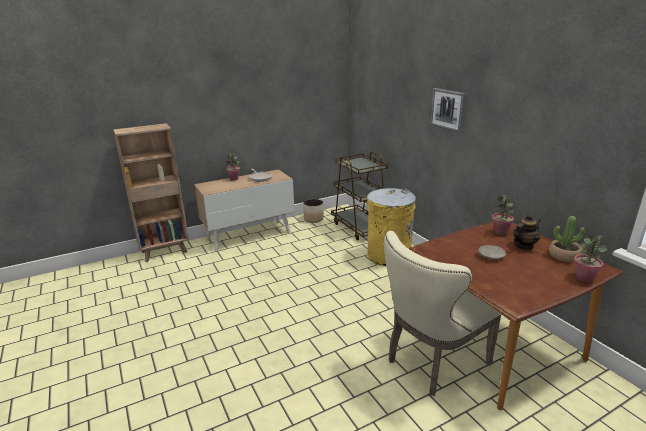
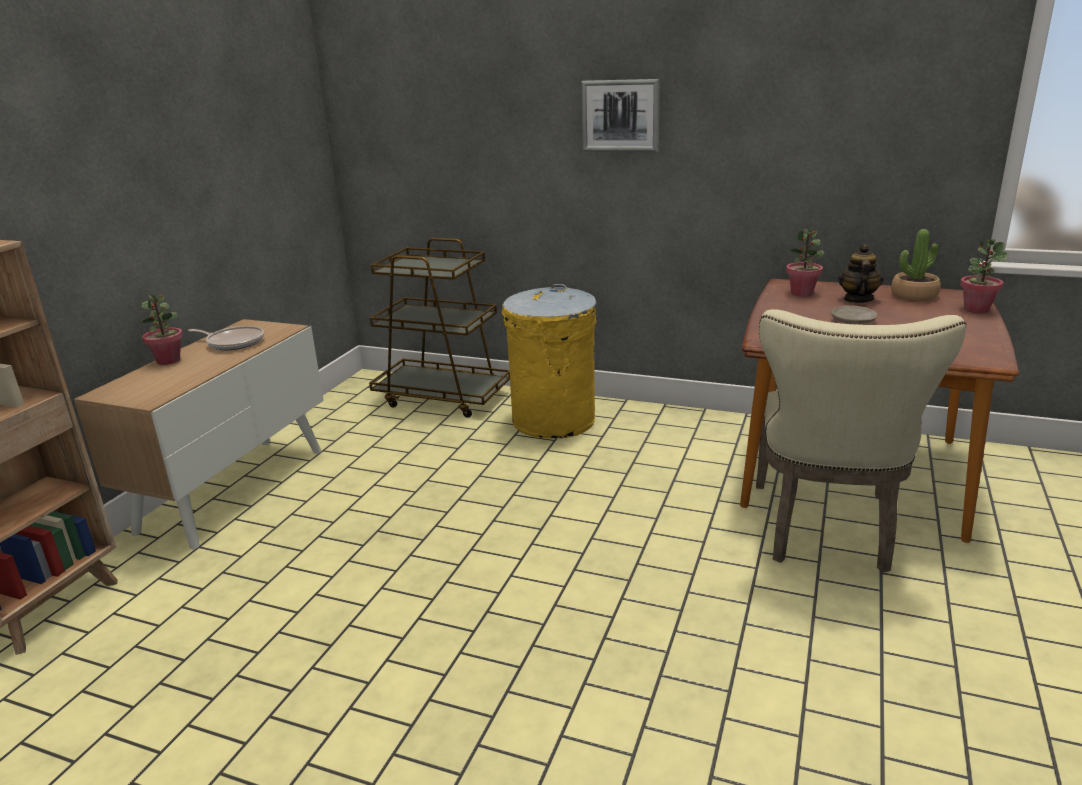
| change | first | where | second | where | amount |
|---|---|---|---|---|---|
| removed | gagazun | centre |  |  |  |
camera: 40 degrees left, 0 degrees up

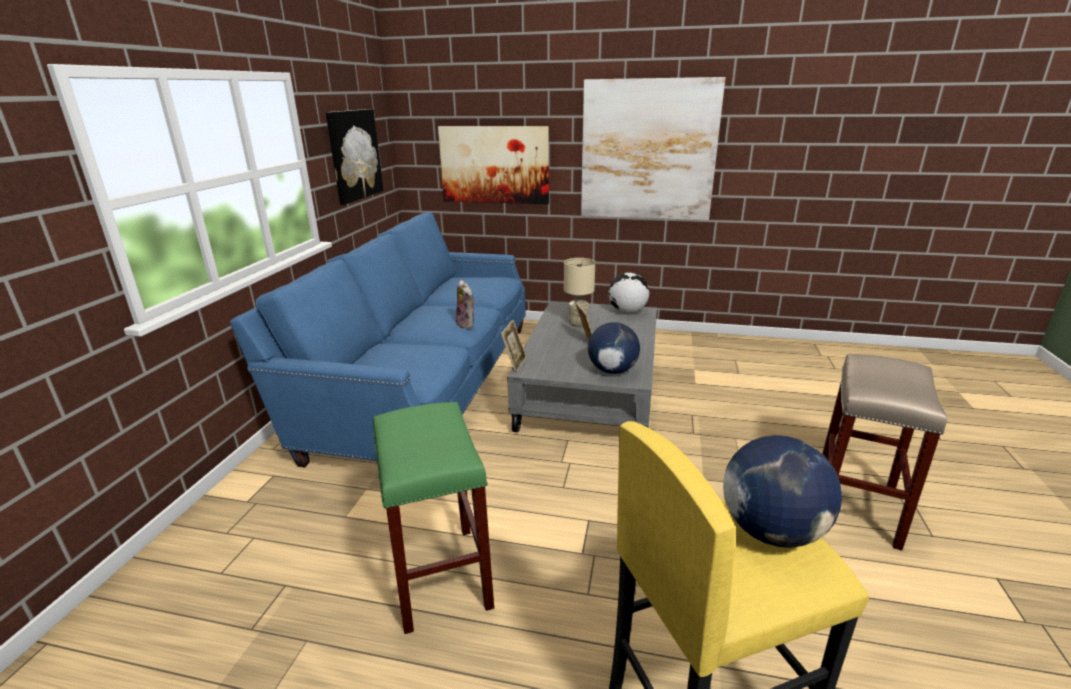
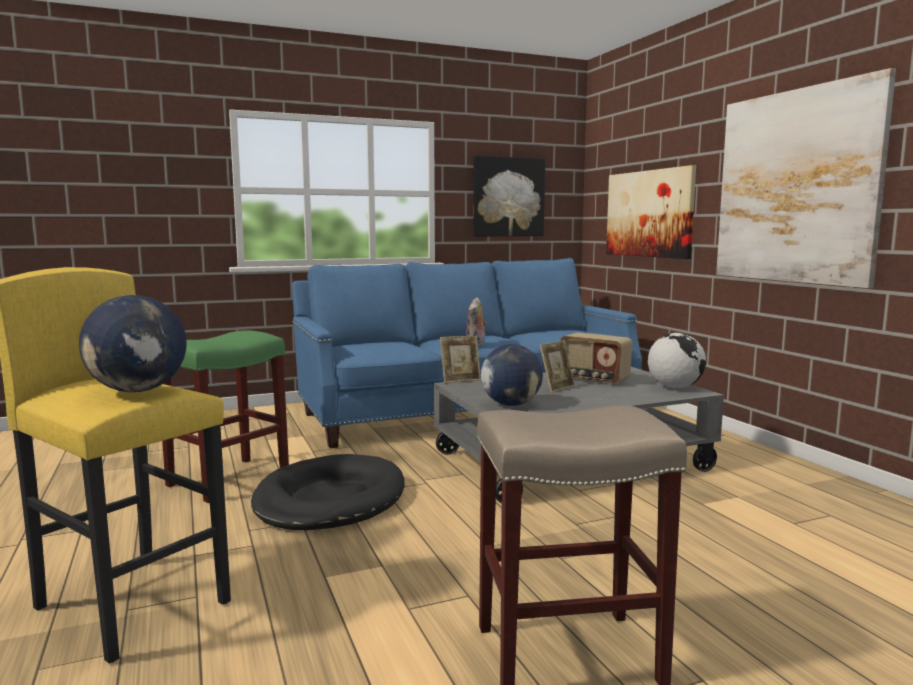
| change | first | where | second | where | amount |
|---|---|---|---|---|---|
| added |  |  | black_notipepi | bottom centre |  |
| replaced | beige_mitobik | centre | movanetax | centre |  |
camera: 55 degrees right, 15 degrees down

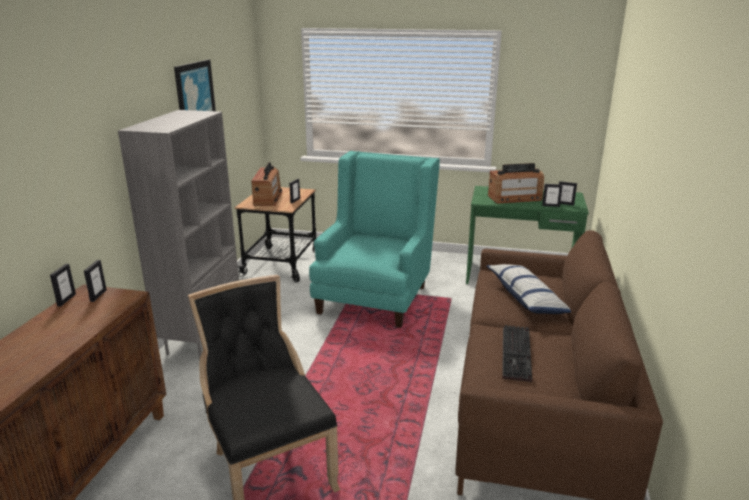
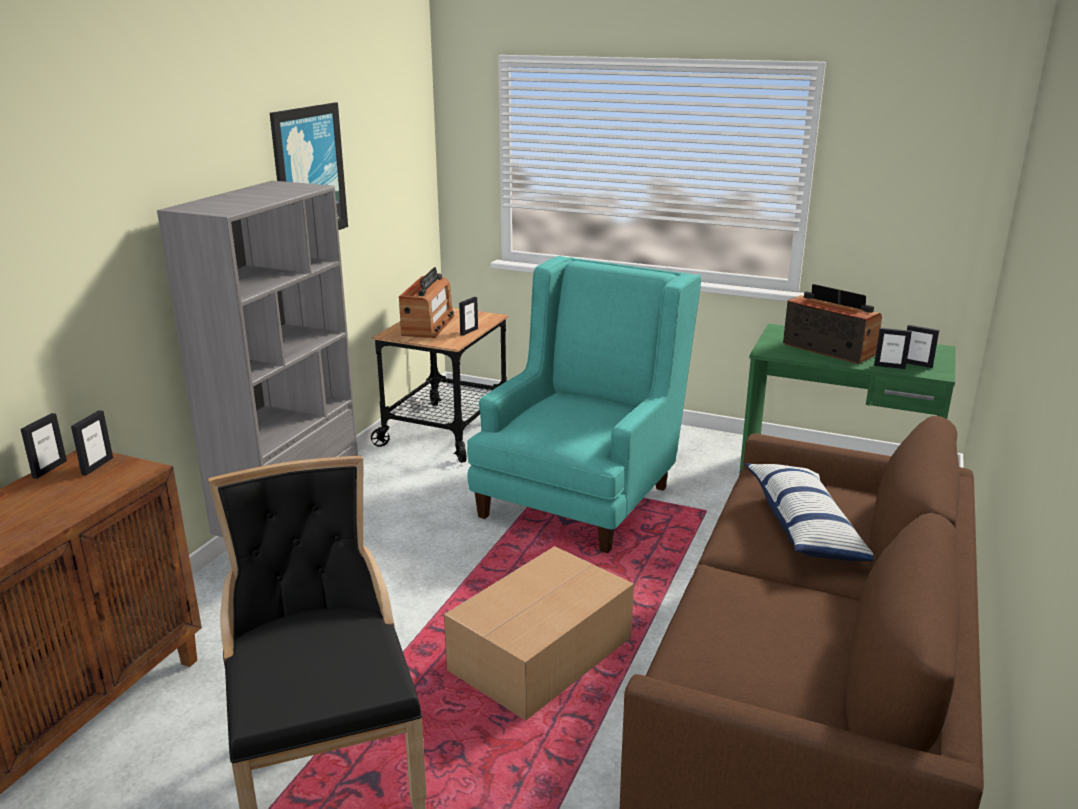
| change | first | where | second | where | amount |
|---|---|---|---|---|---|
| removed | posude | bottom right |  |  |  |
| added |  |  | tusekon | bottom centre |  |
| turned | movanetax (2nd from left) | middle right |  | middle right | 135 degrees counterclockwise |
camera: 10 degrees right, 0 degrees up

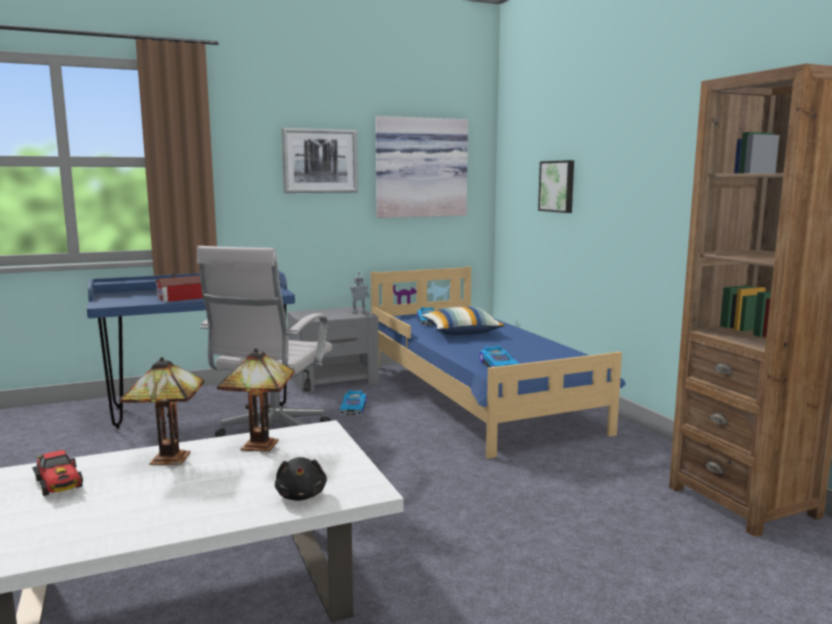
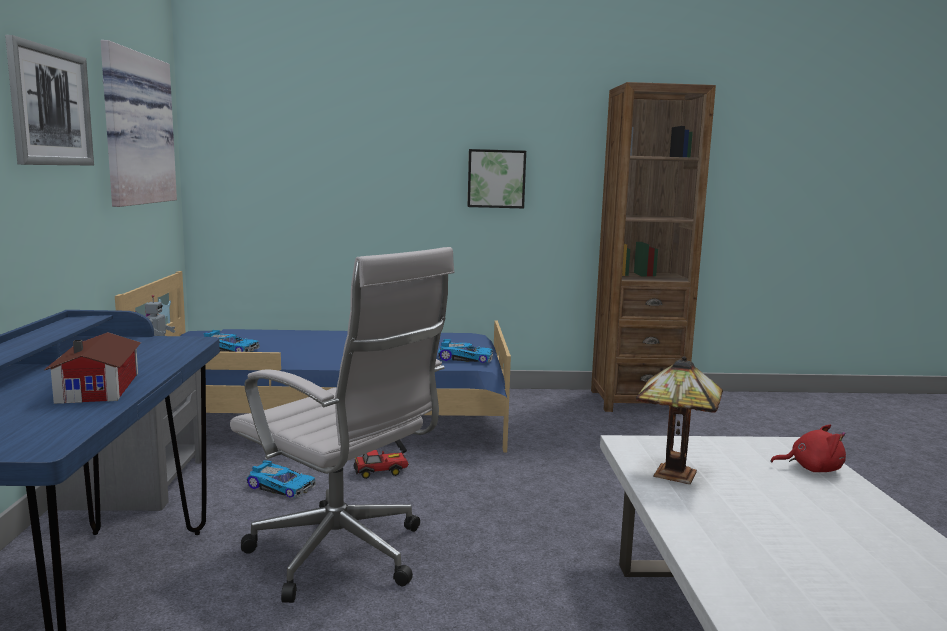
| change | first | where | second | where | amount |
|---|---|---|---|---|---|
| removed | mitobik (1st from left) | middle left |  |  |  |
| removed | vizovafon | centre |  |  |  |
| moved | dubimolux (1st from left in the first image) | bottom left | dubimolux (3rd from left) | bottom centre |  |
| moved | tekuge (3rd from left) | top right |  | top centre |  |
| recoloured | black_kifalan | bottom centre | red_kifalan | bottom right |  |
camera: 70 degrees left, 0 degrees up

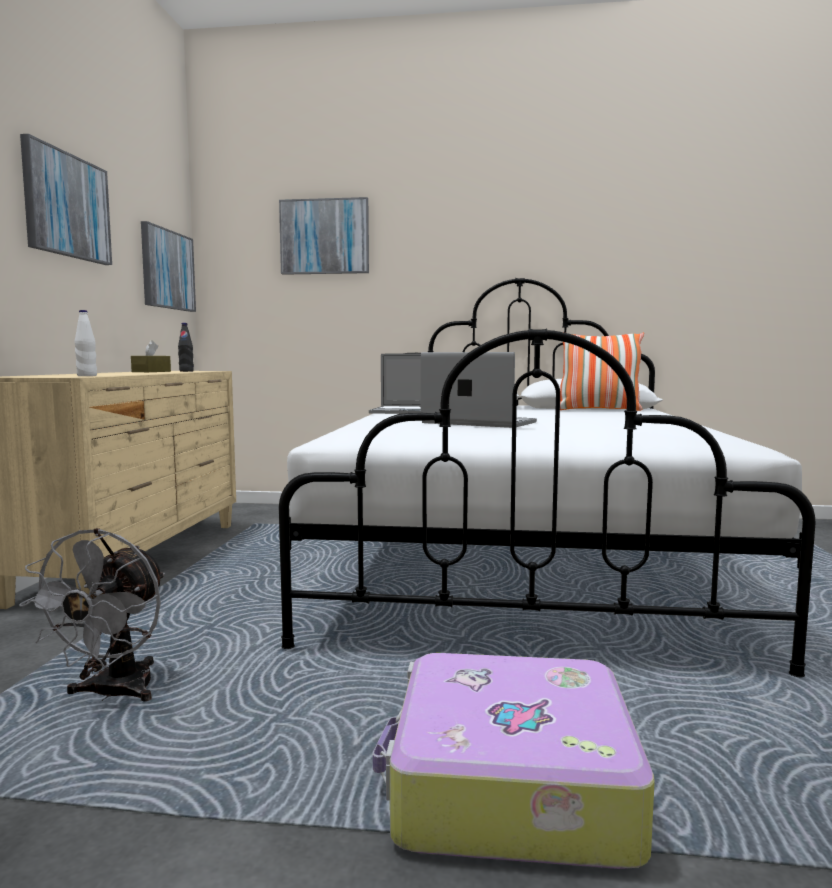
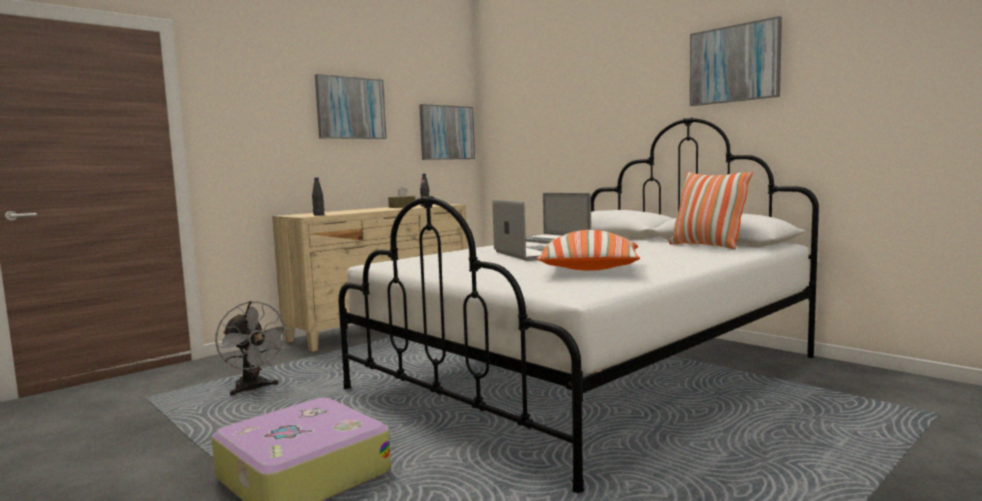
| change | first | where | second | where | amount |
|---|---|---|---|---|---|
| added |  |  | vizovafon (1st from left) | centre |  |
| moved | tekuge (3rd from left) | top centre |  | top right |  |
| recoloured | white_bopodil | middle left | black_bopodil (1st from left) | middle left |  |
| turned | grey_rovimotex | bottom left |  | bottom left | 90 degrees counterclockwise |
camera: 40 degrees right, 0 degrees up

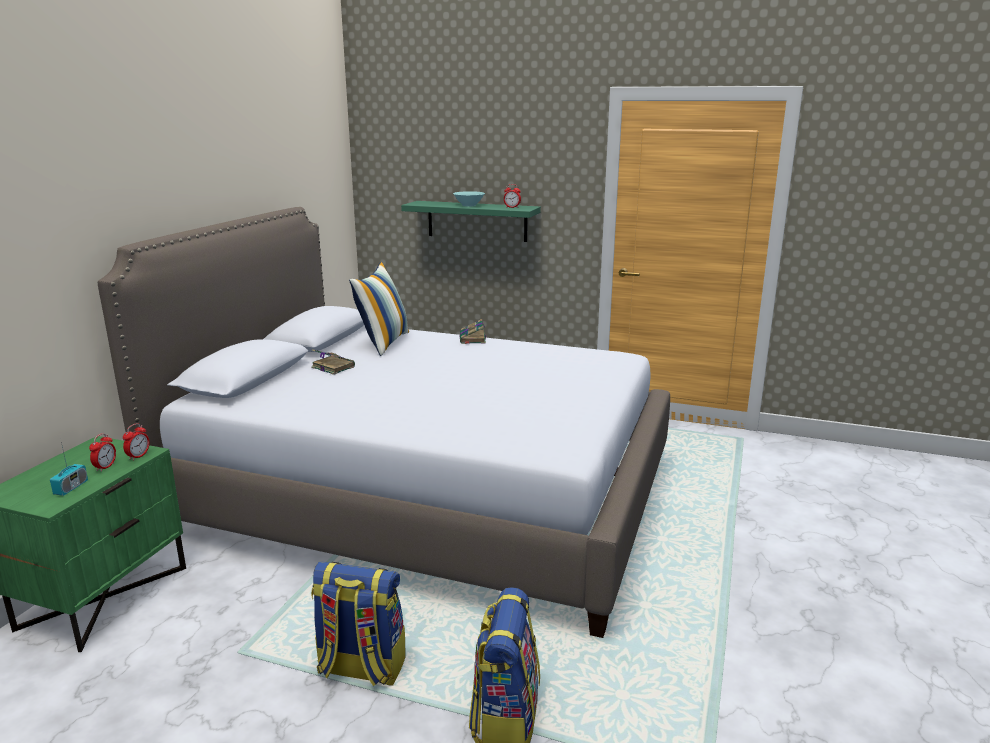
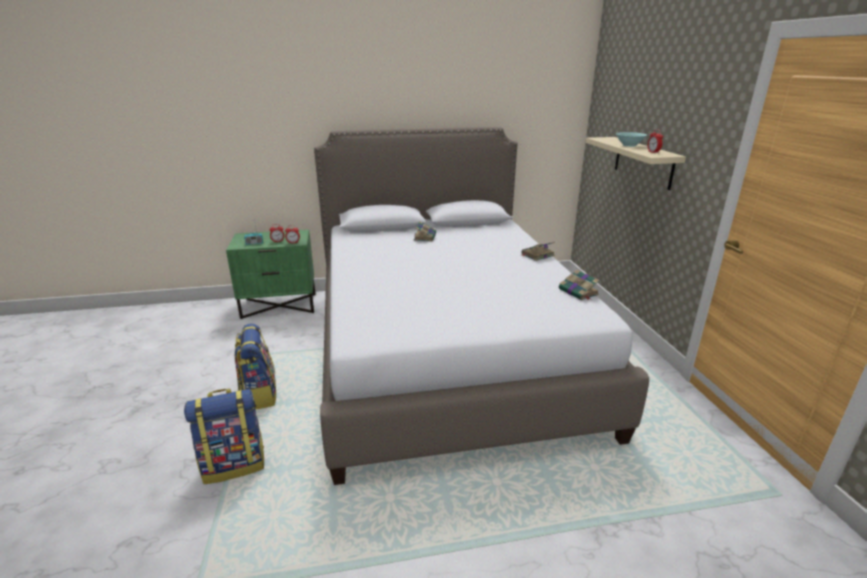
| change | first | where | second | where | amount |
|---|---|---|---|---|---|
| removed | vizovafon | centre |  |  |  |
| added |  |  | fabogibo (3rd from left) | middle right |  |
| recoloured | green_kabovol | top centre | beige_kabovol | top right |  |
camera: 60 degrees right, 5 degrees up

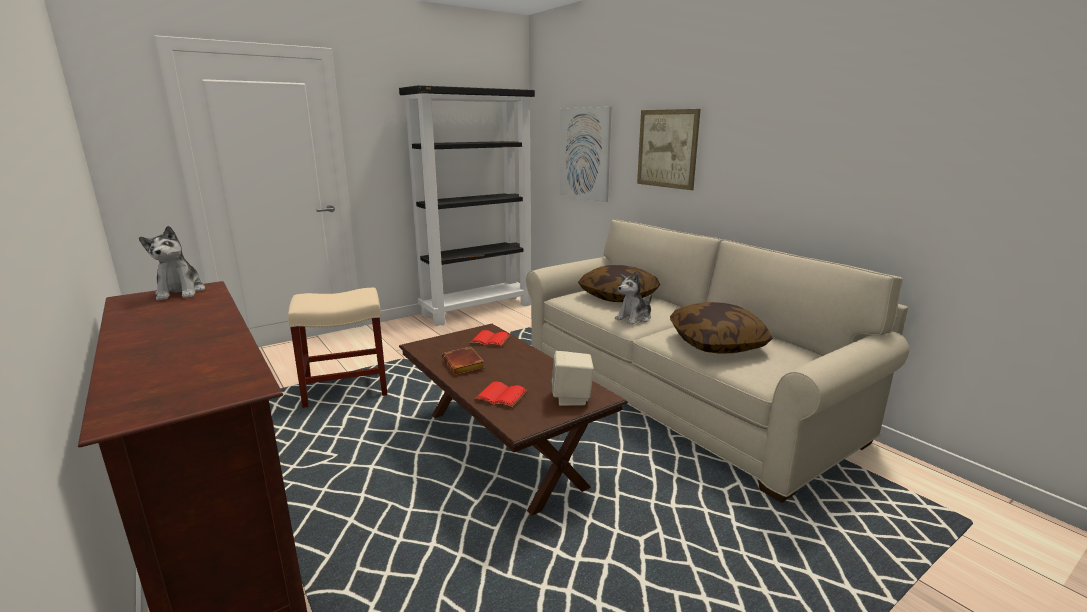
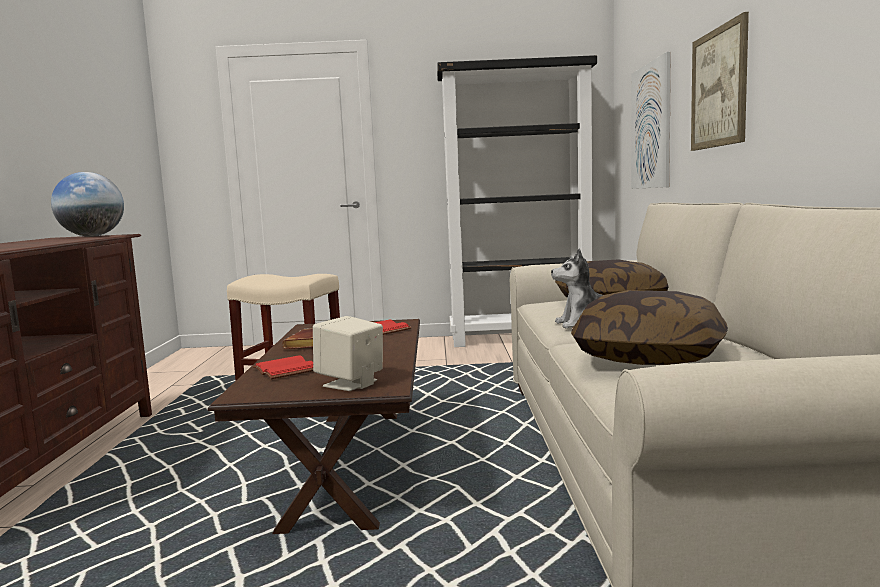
| change | first | where | second | where | amount |
|---|---|---|---|---|---|
| replaced | kifalan (1st from left) | middle left | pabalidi | middle left |  |
camera: 35 degrees right, 10 degrees down

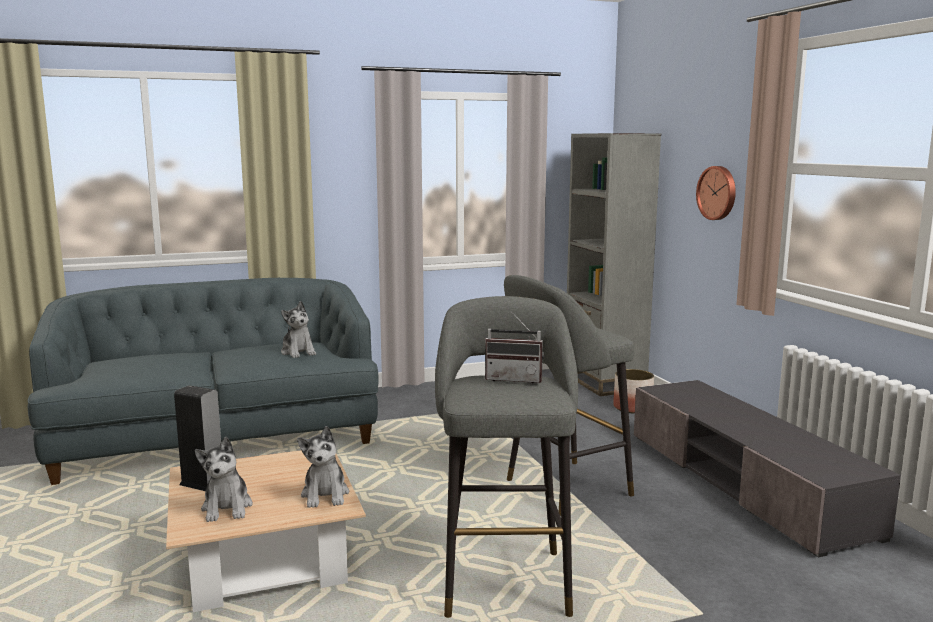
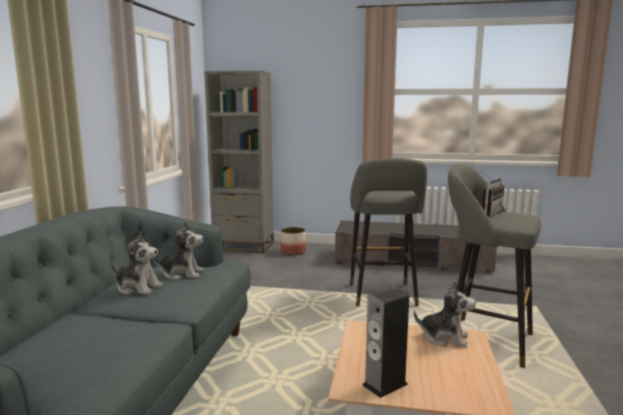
| change | first | where | second | where | amount |
|---|---|---|---|---|---|
| removed | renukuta | top right |  |  |  |
| moved | kifalan (1st from left) | bottom left |  | middle left |  |
camera: 60 degrees left, 0 degrees up

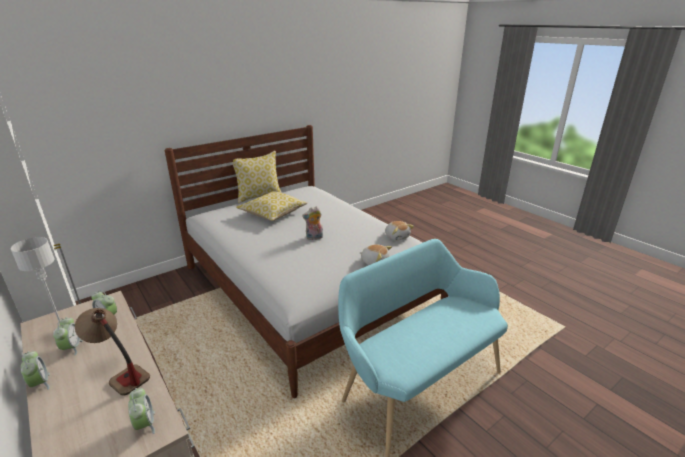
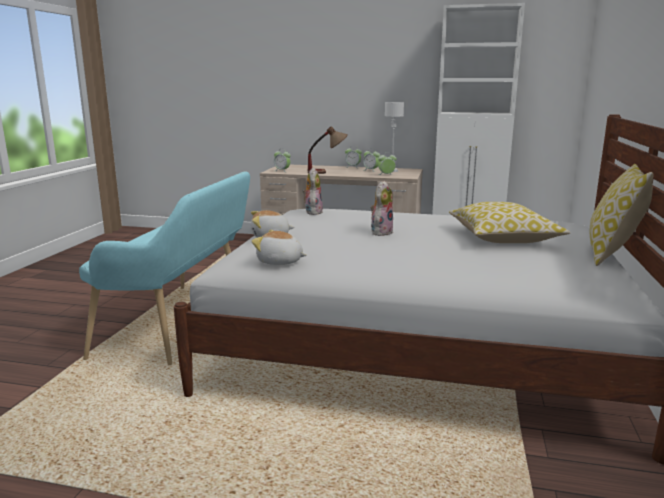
| change | first | where | second | where | amount |
|---|---|---|---|---|---|
| added |  |  | kifalan (3rd from left) | centre |  |
camera: 140 degrees right, 10 degrees down

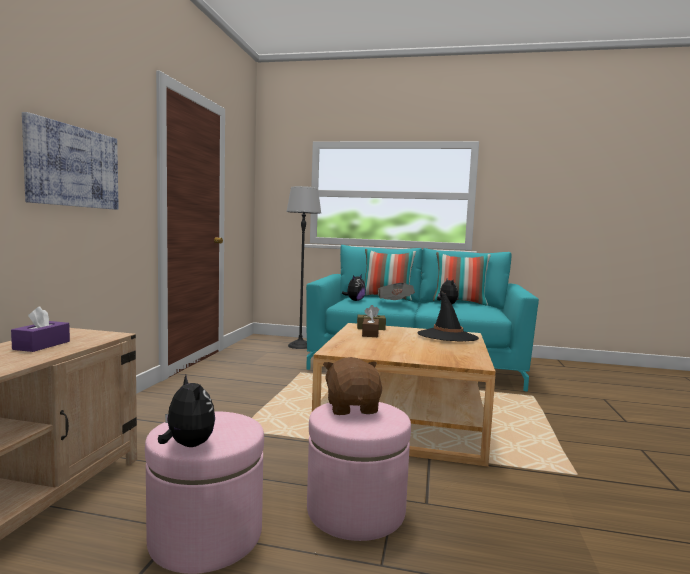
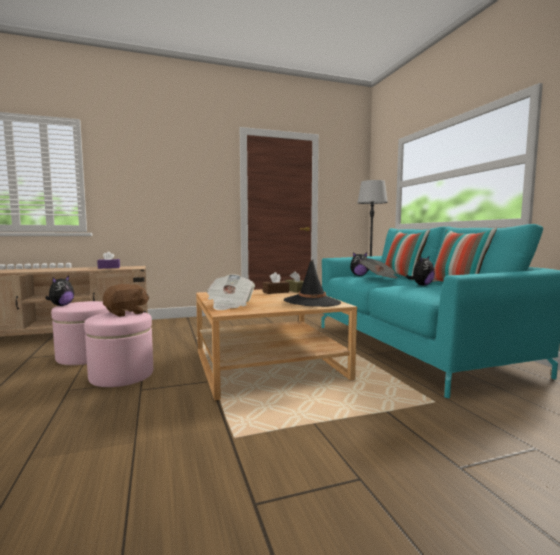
| change | first | where | second | where | amount |
|---|---|---|---|---|---|
| removed | tekuge | top left |  |  |  |
| added |  |  | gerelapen (1st from left) | centre |  |
camera: 60 degrees right, 0 degrees up

